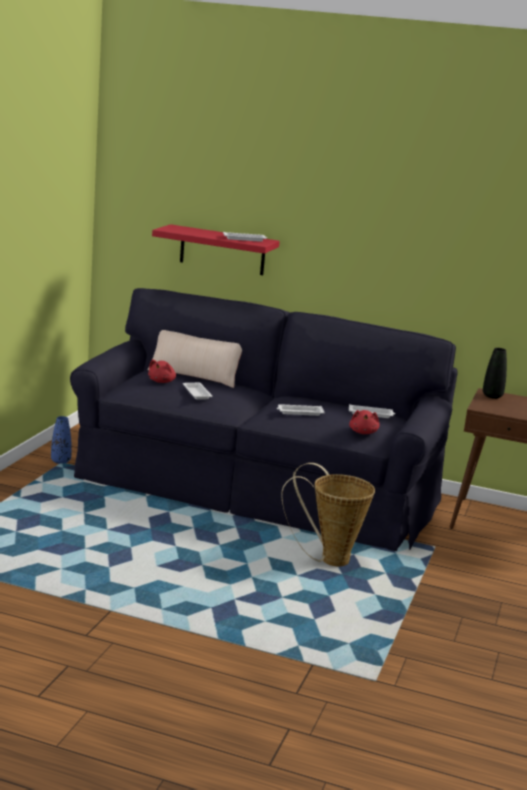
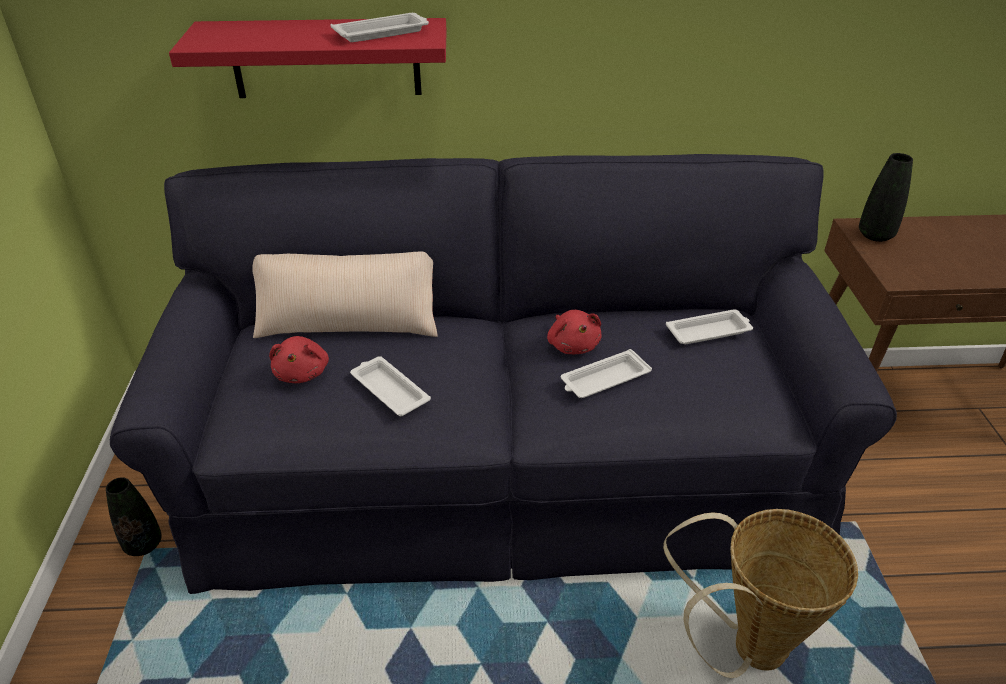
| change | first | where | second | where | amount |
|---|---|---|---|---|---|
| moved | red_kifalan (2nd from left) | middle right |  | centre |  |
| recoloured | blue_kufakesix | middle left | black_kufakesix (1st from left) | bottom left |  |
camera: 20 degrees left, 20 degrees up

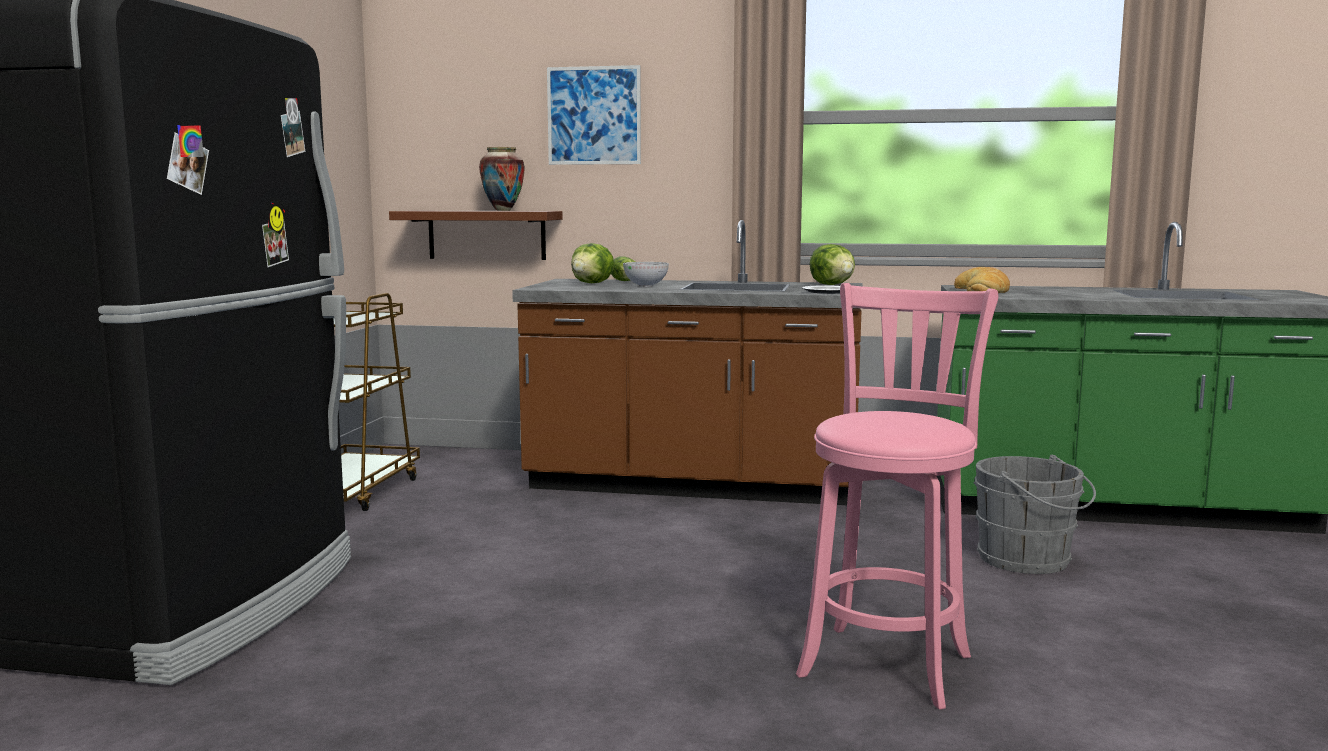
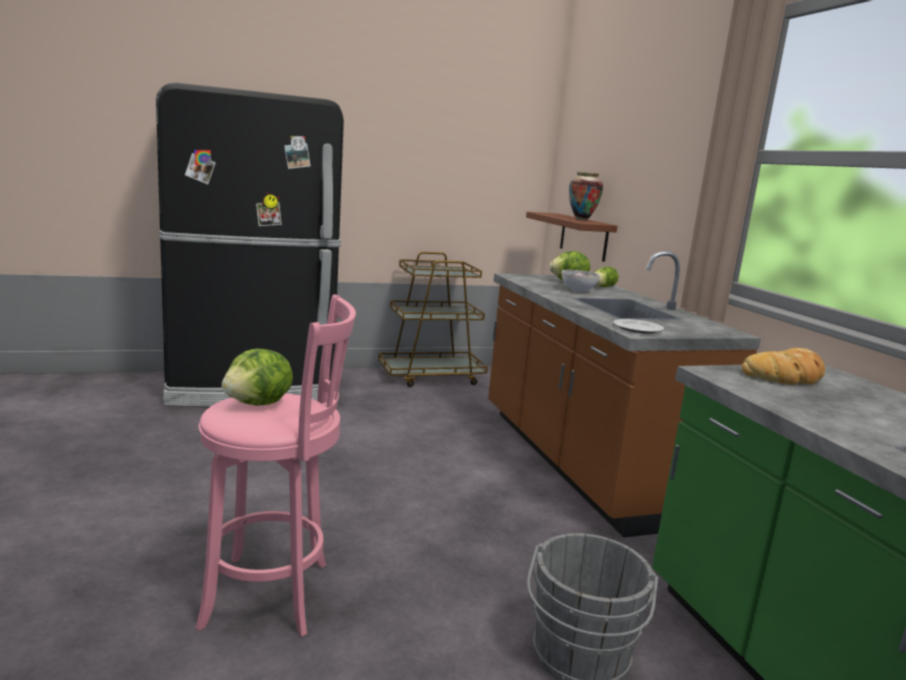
| change | first | where | second | where | amount |
|---|---|---|---|---|---|
| removed | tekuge | top centre |  |  |  |
| moved | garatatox (3rd from left in the first image) | centre | garatatox (1st from left) | middle left |  |
camera: 60 degrees right, 5 degrees up

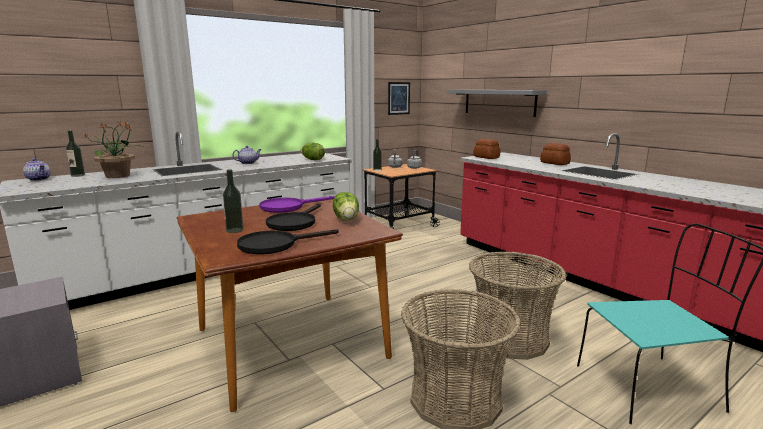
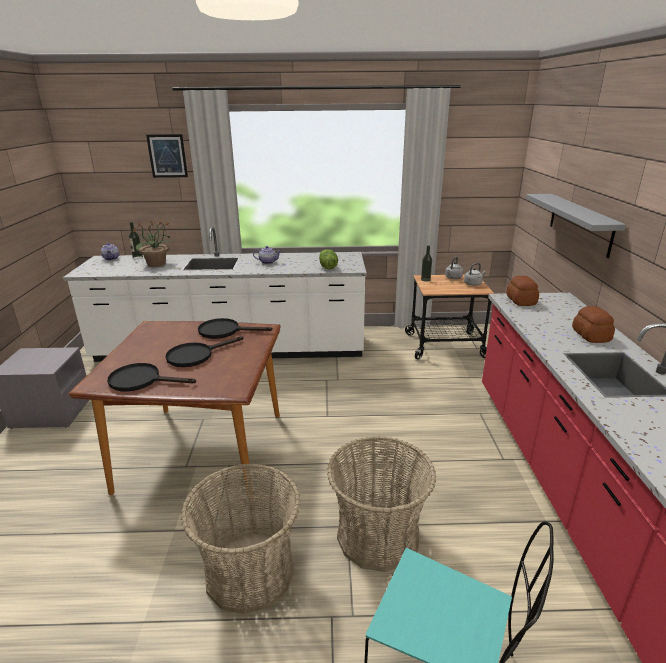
| change | first | where | second | where | amount |
|---|---|---|---|---|---|
| removed | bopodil (2nd from left) | middle left |  |  |  |
| removed | garatatox (2nd from left) | centre |  |  |  |
| moved | tekuge | top centre |  | top left |  |
| recoloured | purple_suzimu | centre | black_suzimu (3rd from left) | centre |  |
camera: 35 degrees right, 10 degrees up

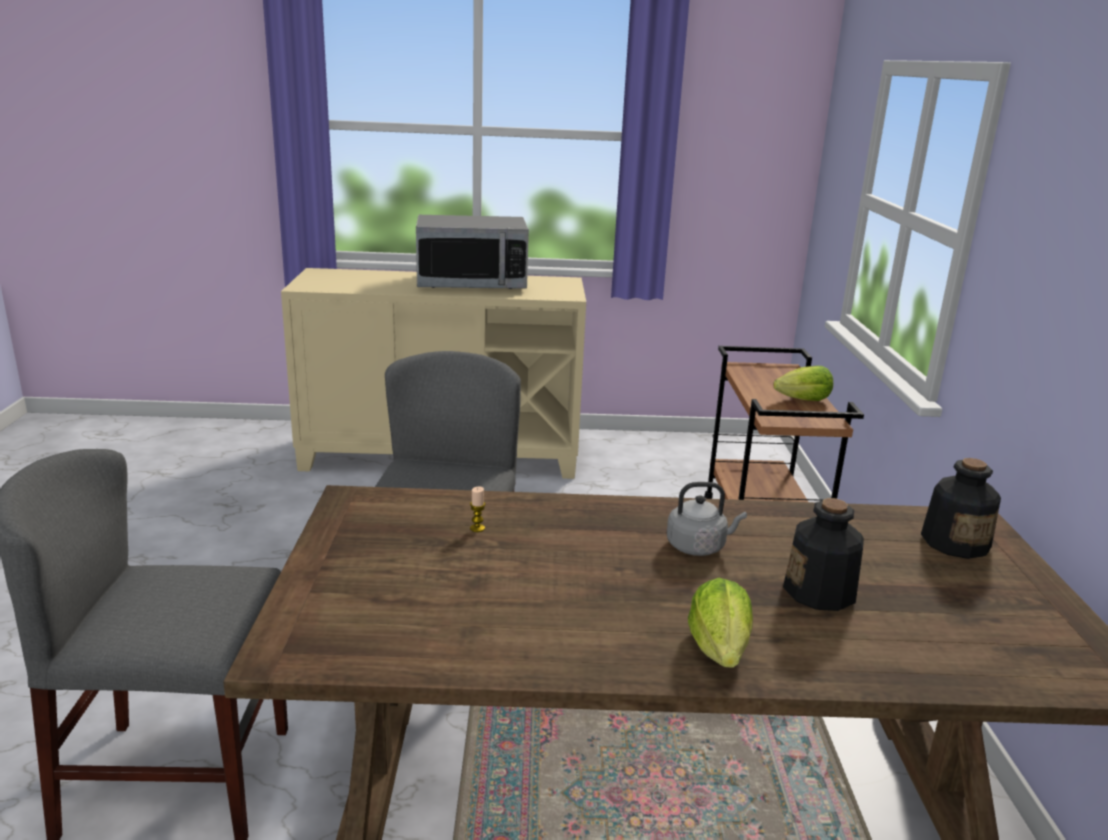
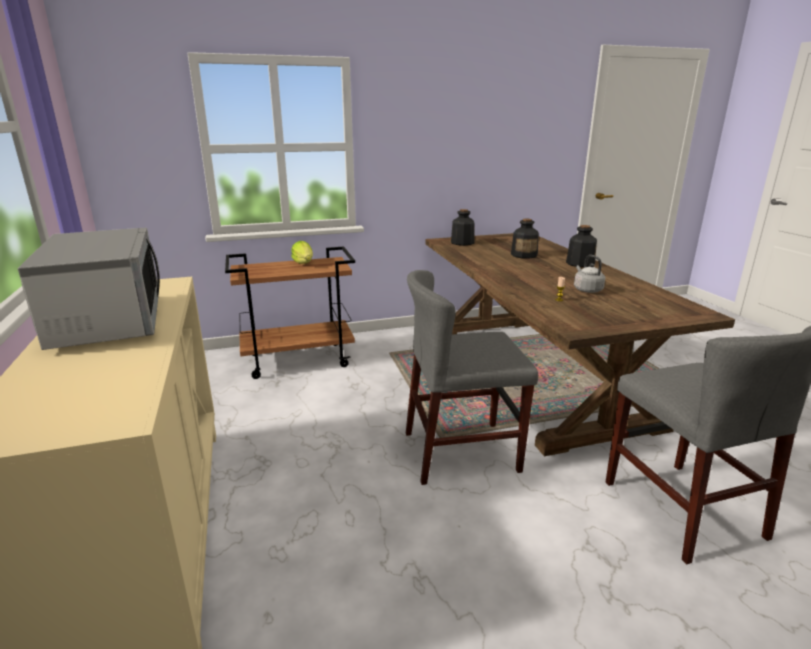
| change | first | where | second | where | amount |
|---|---|---|---|---|---|
| moved | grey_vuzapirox | centre |  | middle right |  |
| replaced | garatatox (1st from left) | bottom centre | bopodil (3rd from left) | middle right |  |
camera: 105 degrees left, 0 degrees up

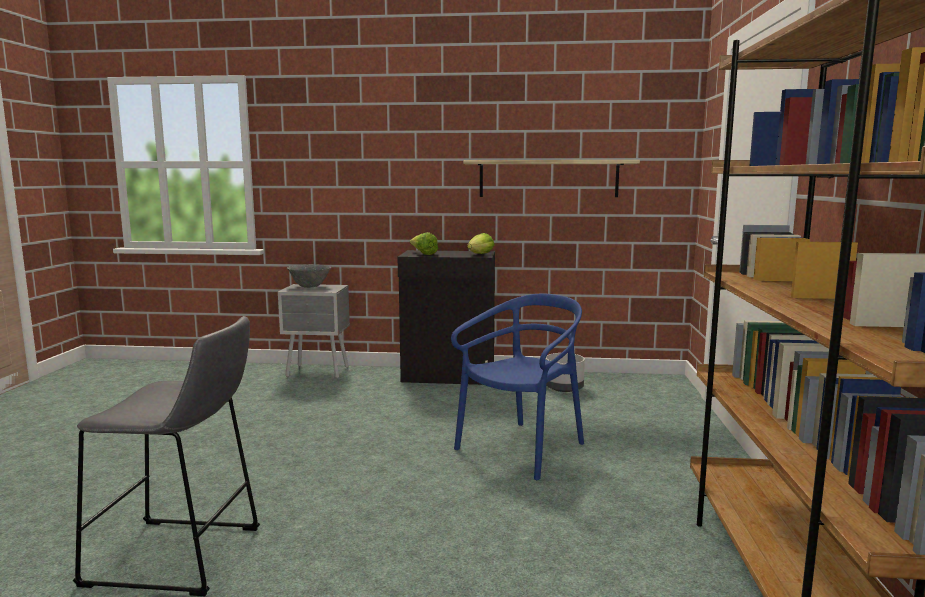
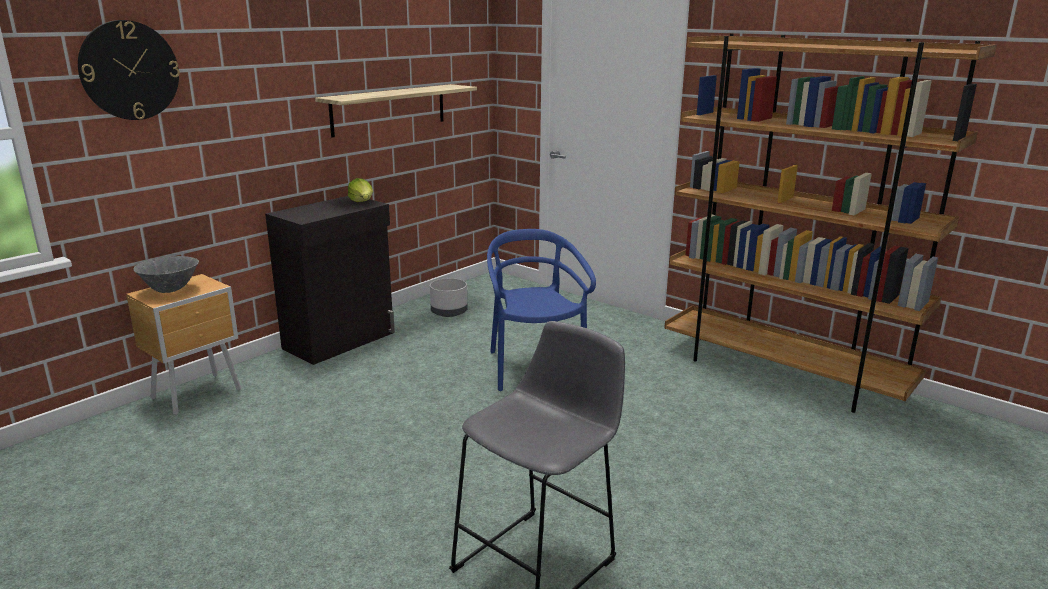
| change | first | where | second | where | amount |
|---|---|---|---|---|---|
| removed | garatatox (1st from left) | centre |  |  |  |
| added |  |  | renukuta | top left |  |
| recoloured | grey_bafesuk | centre | brown_bafesuk | middle left |  |
camera: 55 degrees left, 10 degrees up

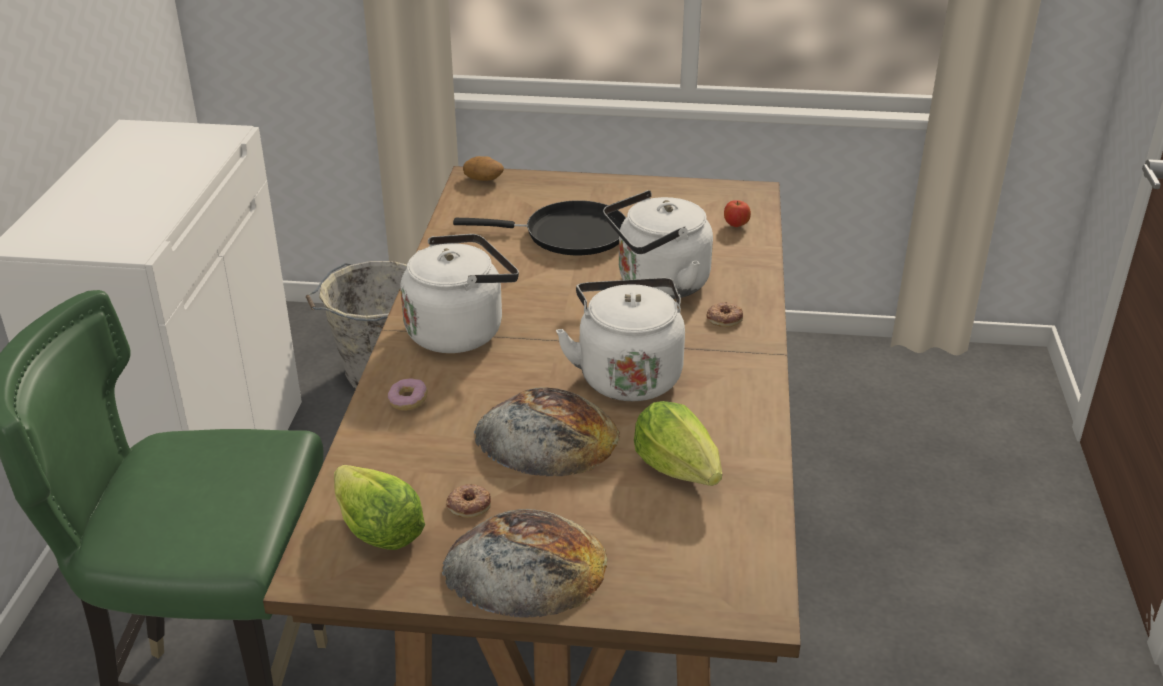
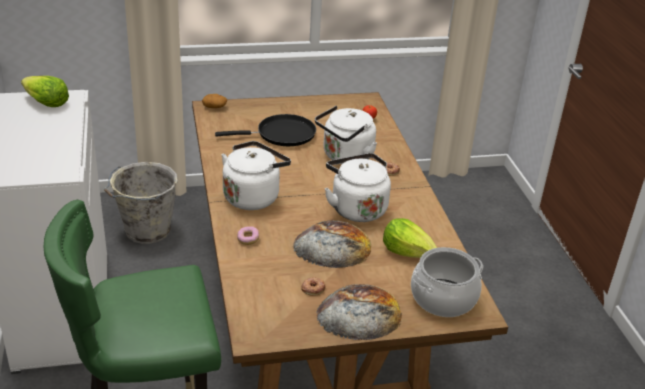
| change | first | where | second | where | amount |
|---|---|---|---|---|---|
| added |  |  | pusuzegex | bottom right |  |
| moved | garatatox (1st from left) | bottom left |  | top left |  |
camera: 20 degrees left, 0 degrees up

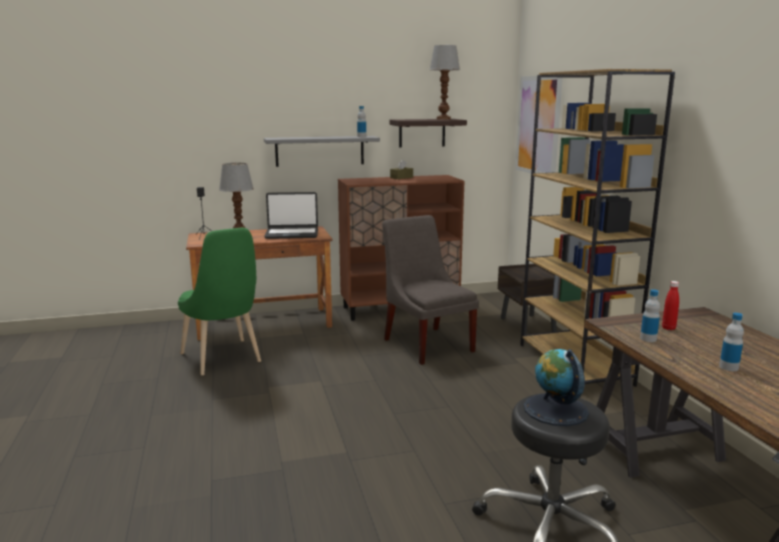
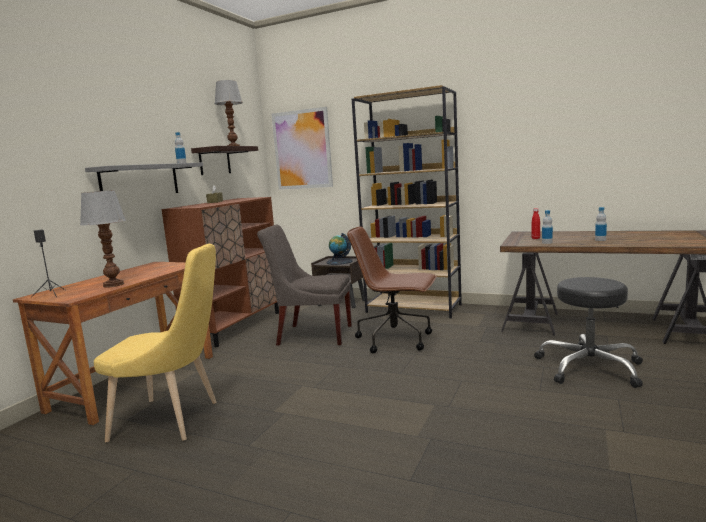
| change | first | where | second | where | amount |
|---|---|---|---|---|---|
| removed | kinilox | centre |  |  |  |
| added |  |  | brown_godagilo | centre |  |
| moved | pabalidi | bottom right |  | centre |  |
| recoloured | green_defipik | middle left | yellow_defipik | middle left |  |
camera: 50 degrees left, 5 degrees down

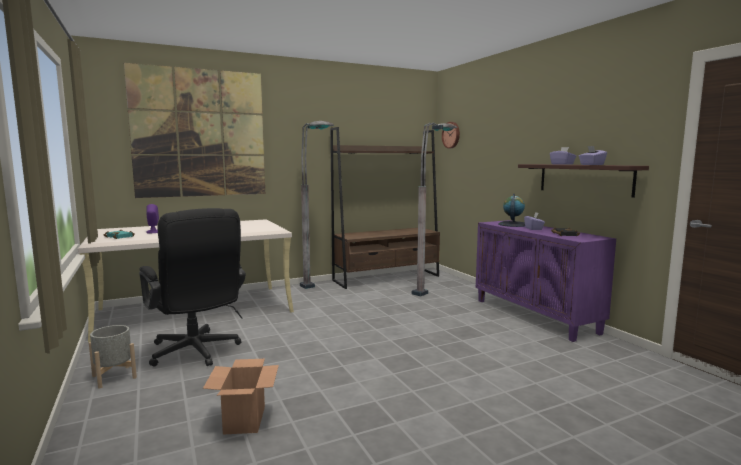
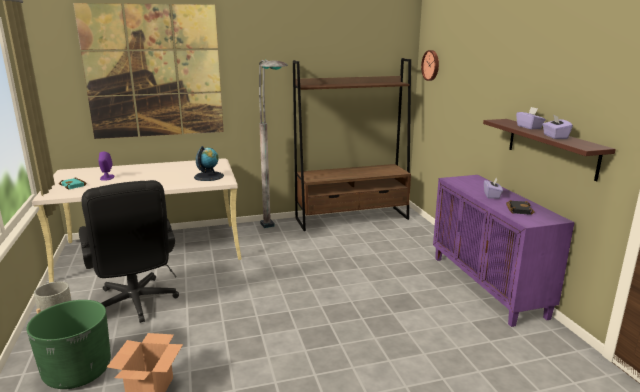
| change | first | where | second | where | amount |
|---|---|---|---|---|---|
| removed | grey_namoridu (2nd from left) | centre |  |  |  |
| added |  |  | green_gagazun | bottom left |  |
| moved | pabalidi | middle right |  | middle left |  |
camera: 10 degrees right, 10 degrees up

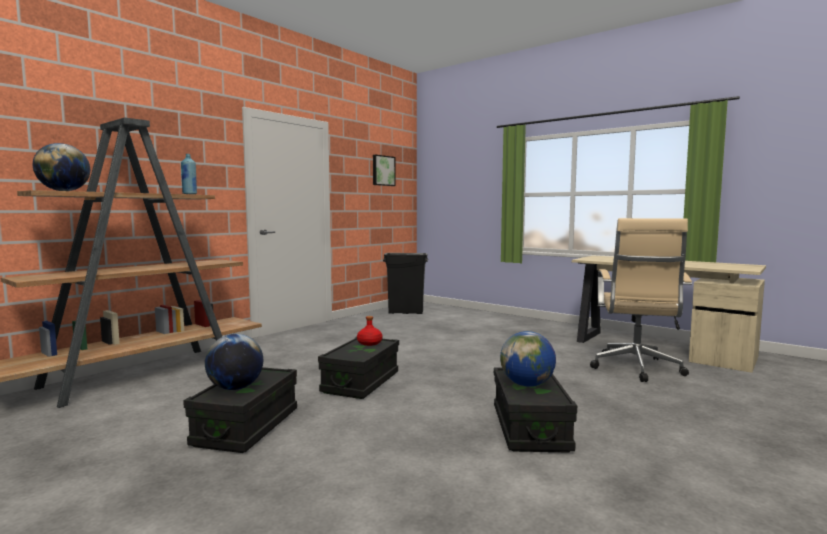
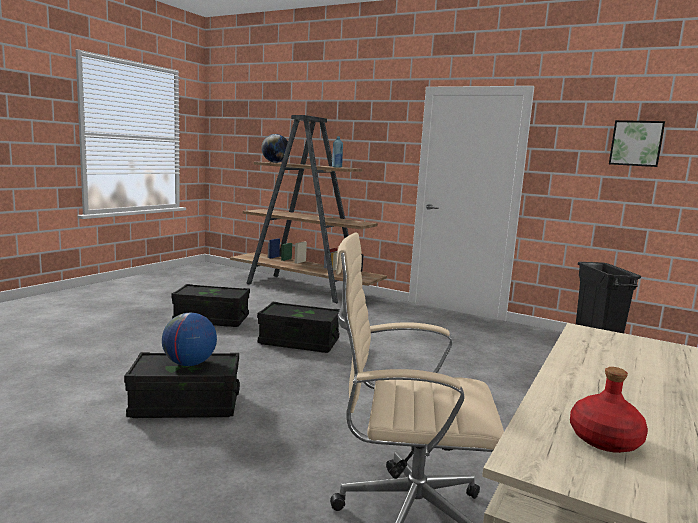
| change | first | where | second | where | amount |
|---|---|---|---|---|---|
| removed | pabalidi (2nd from left) | bottom left |  |  |  |
| moved | red_bopodil | centre |  | bottom right |  |
camera: 80 degrees right, 5 degrees up

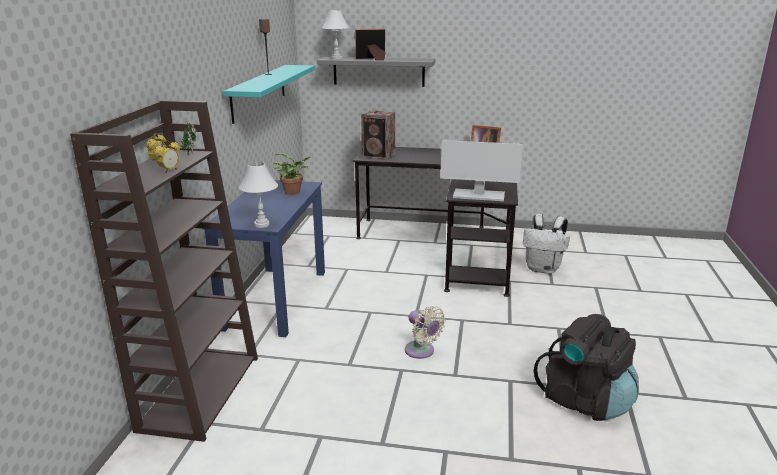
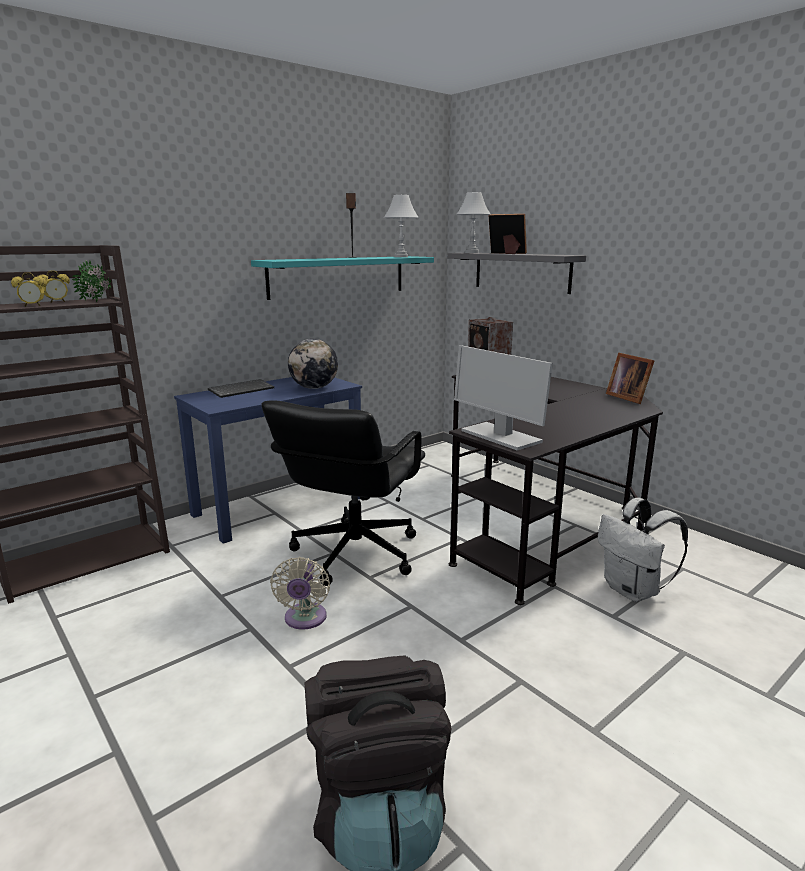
| change | first | where | second | where | amount |
|---|---|---|---|---|---|
| added |  |  | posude | middle left |  |
| added |  |  | black_godagilo | centre |  |
| moved | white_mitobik (1st from left) | middle left |  | top centre |  |
| replaced | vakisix (2nd from left) | centre | pabalidi | centre |  |
camera: 40 degrees right, 5 degrees down

